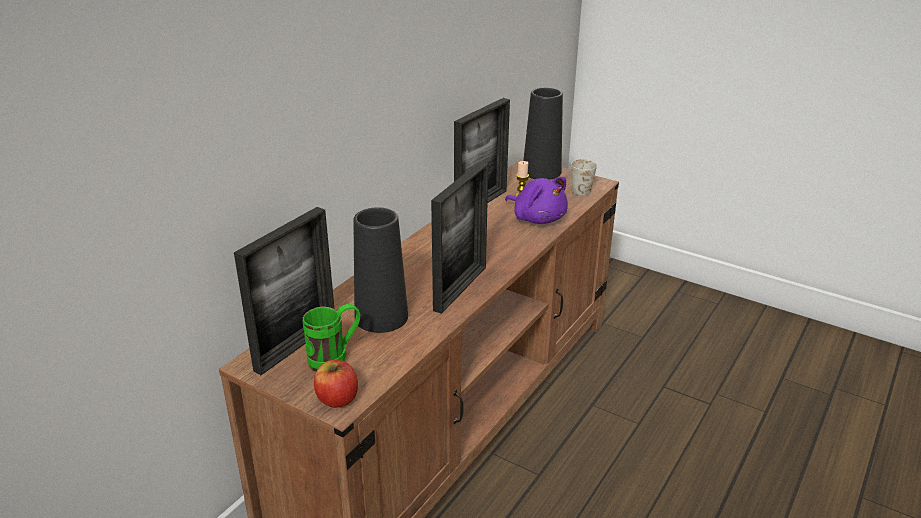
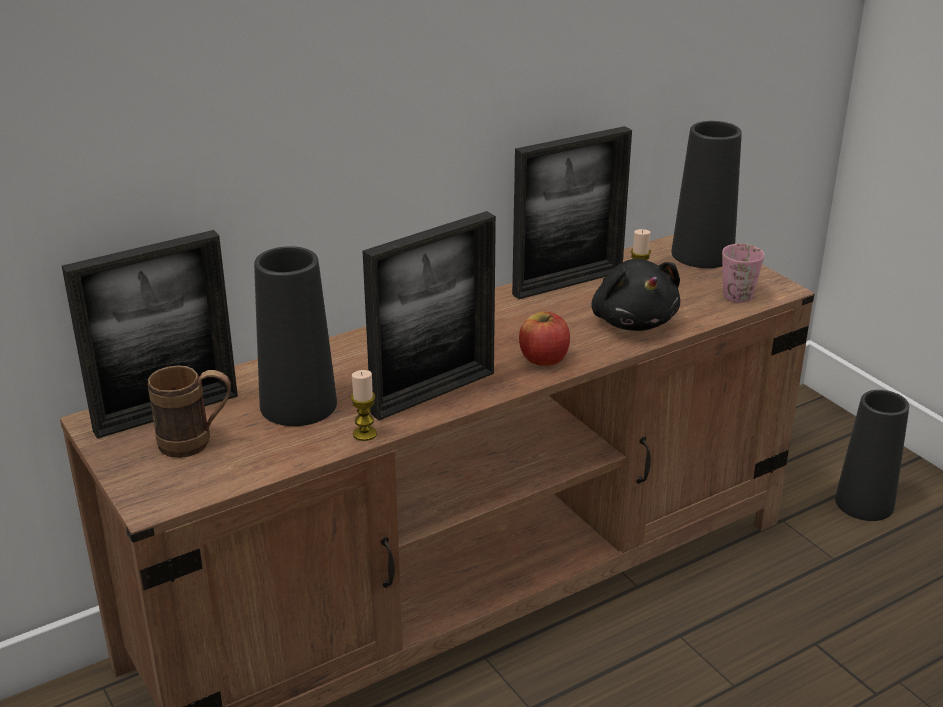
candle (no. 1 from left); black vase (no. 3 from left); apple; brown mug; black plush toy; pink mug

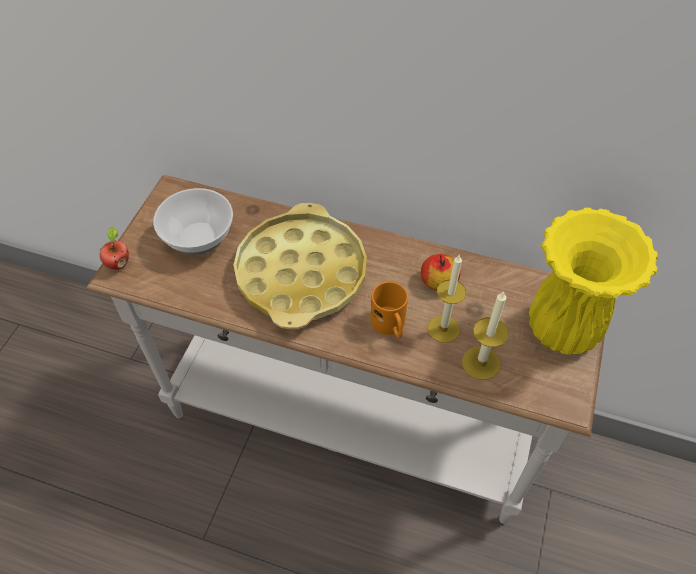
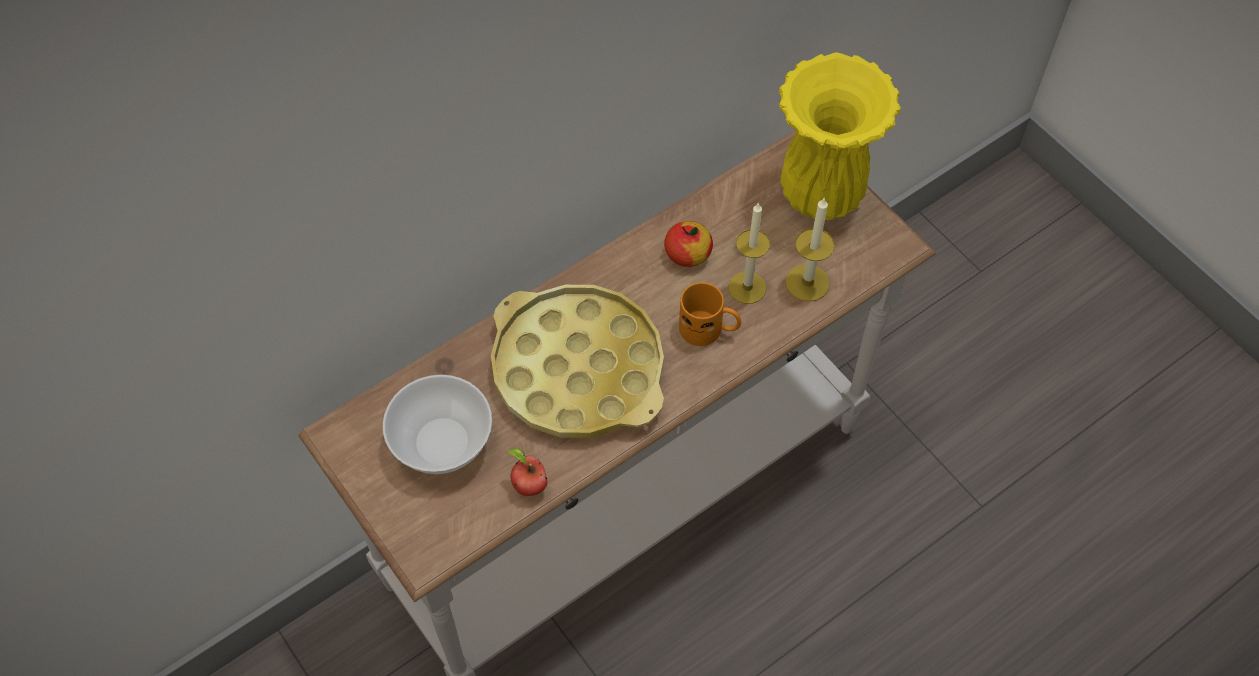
apple (no. 1 from left)

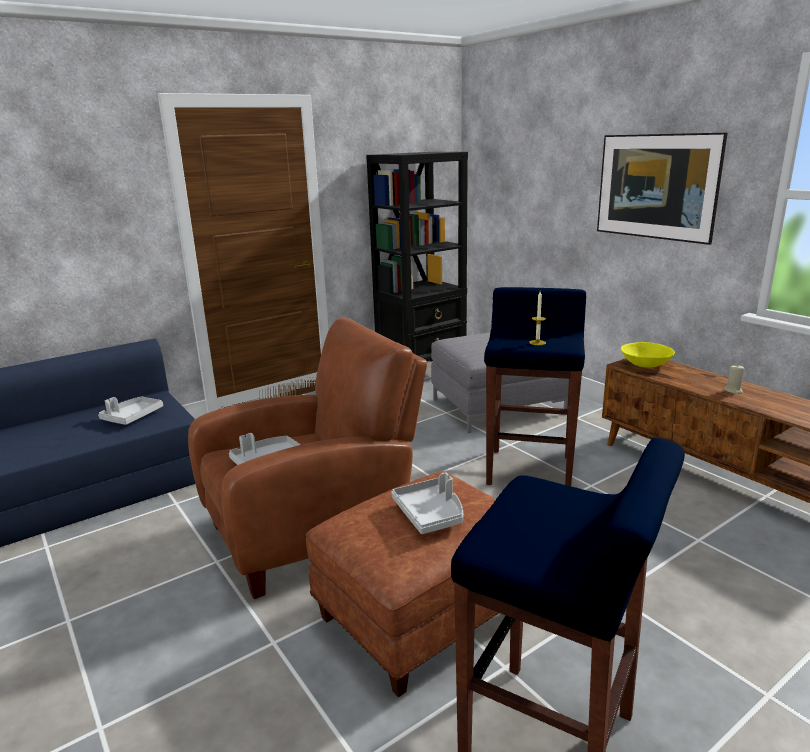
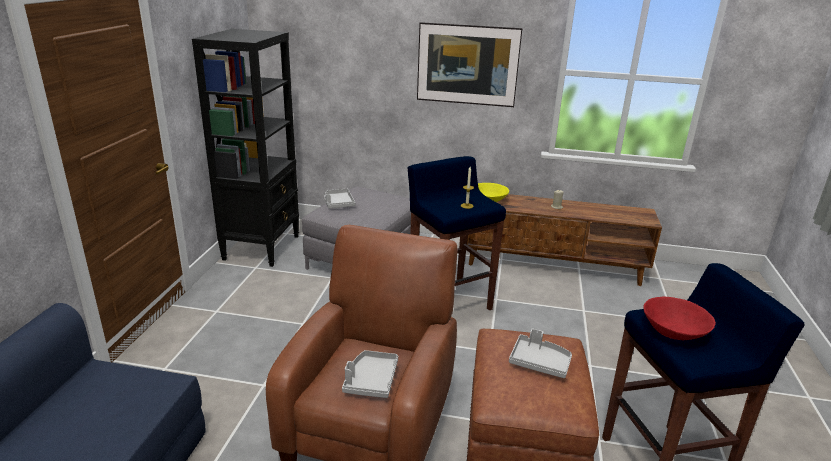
red bowl; grey tray (no. 1 from left)

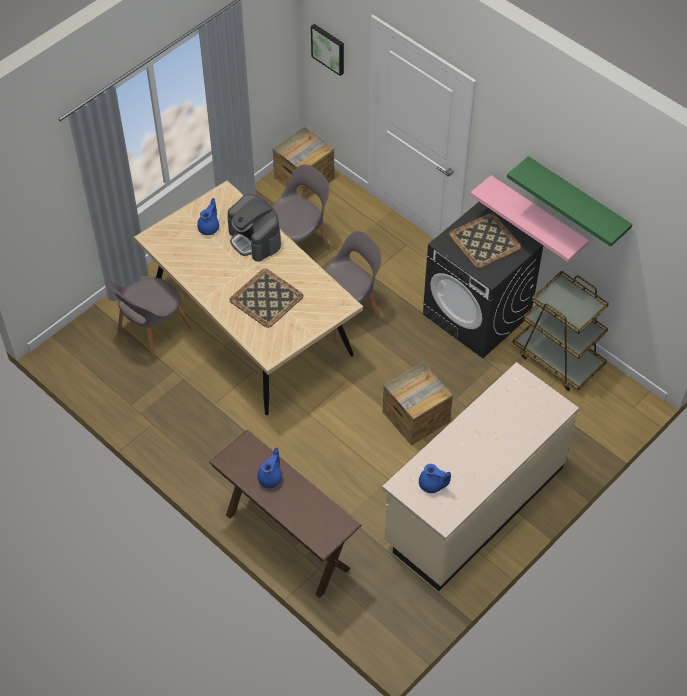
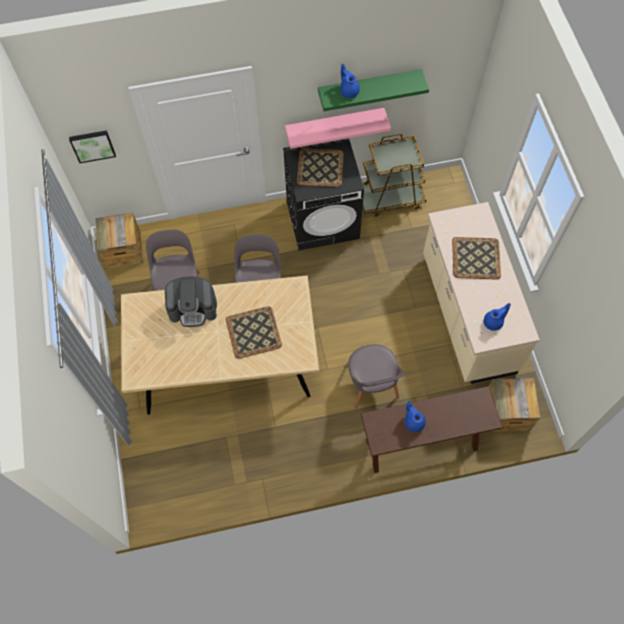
tray (no. 3 from left); grey chair (no. 3 from left); blue teapot (no. 1 from left); crate (no. 2 from left)

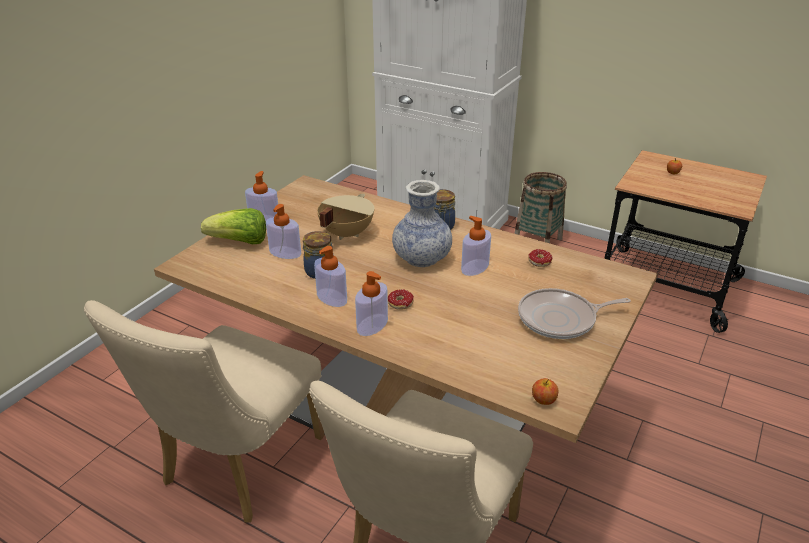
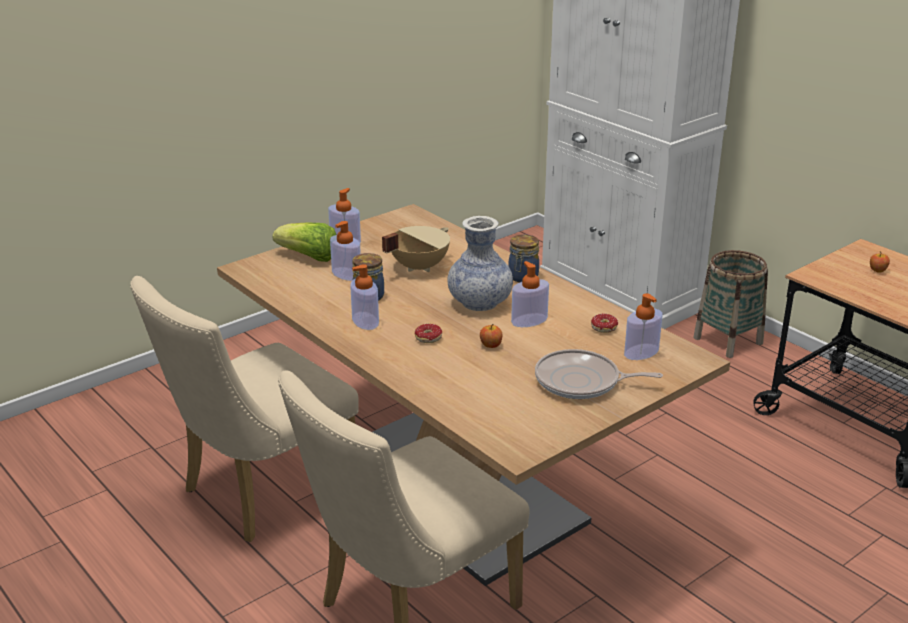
soap dispenser (no. 5 from left); apple (no. 1 from left)

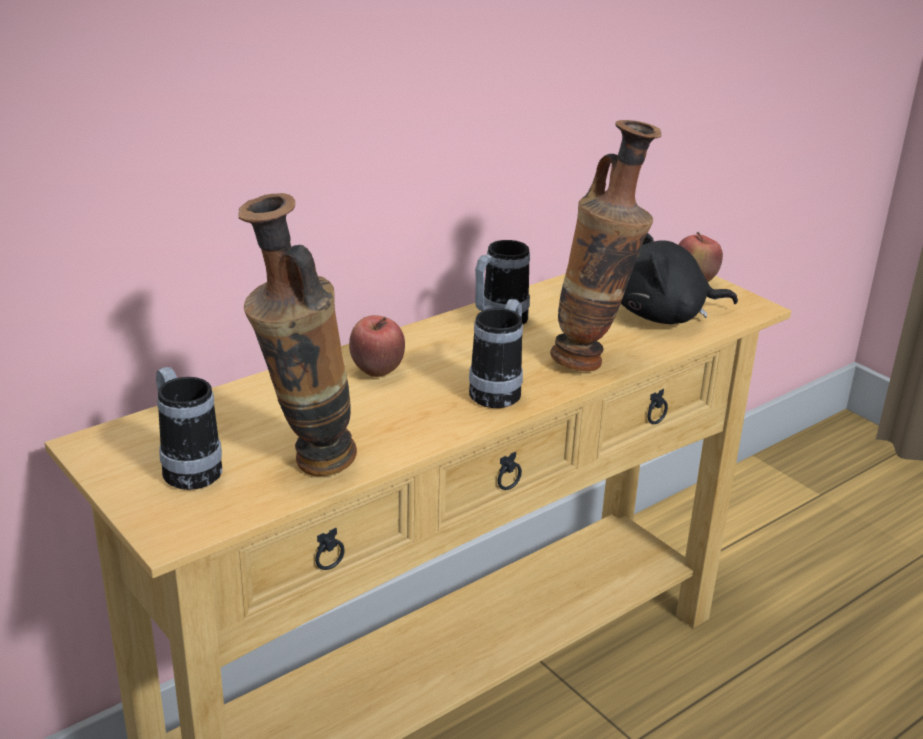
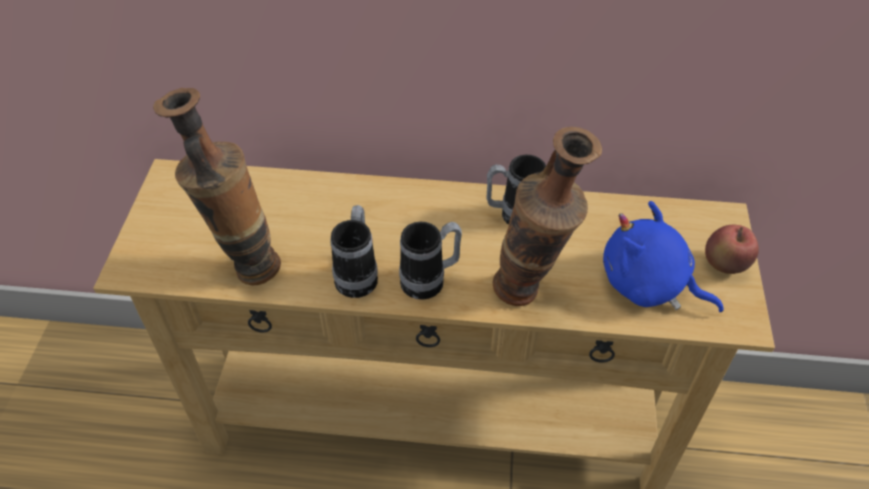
apple (no. 1 from left in the first image); mug (no. 1 from left); blue plush toy

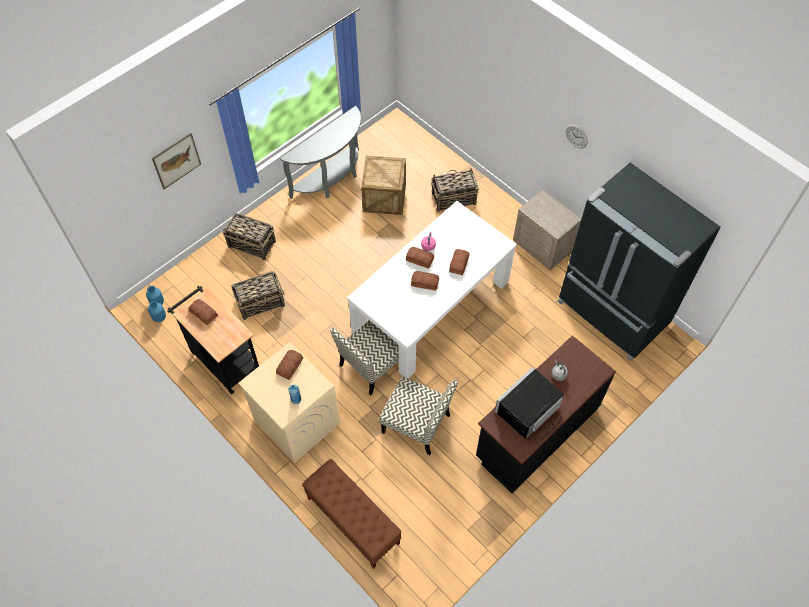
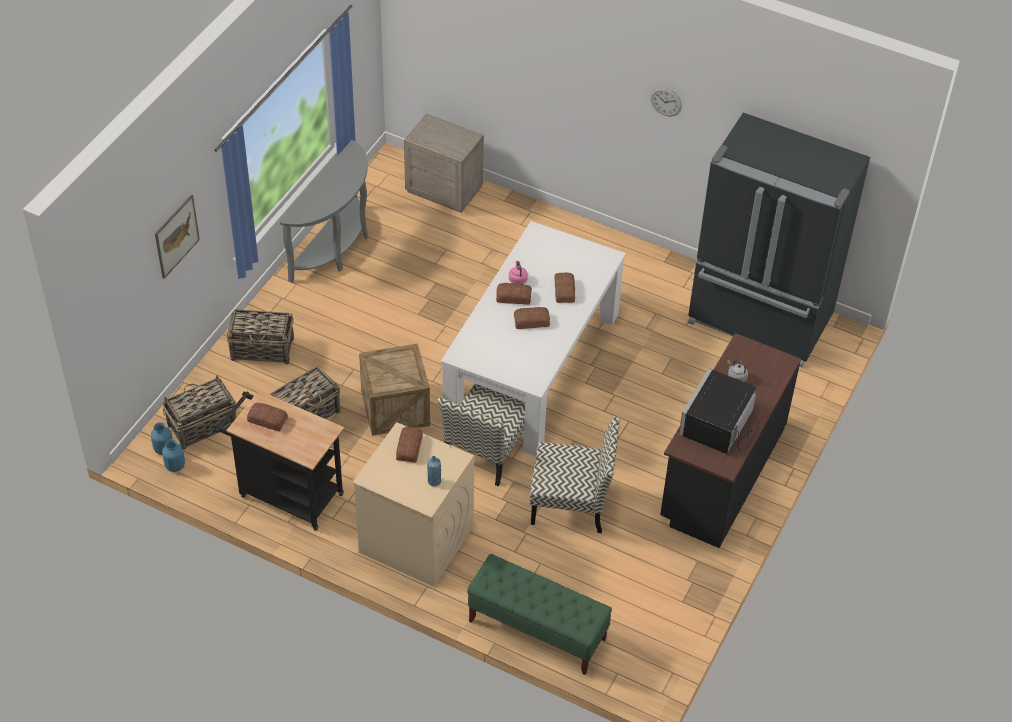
crate; basket (no. 1 from left); beige nightstand; green bench

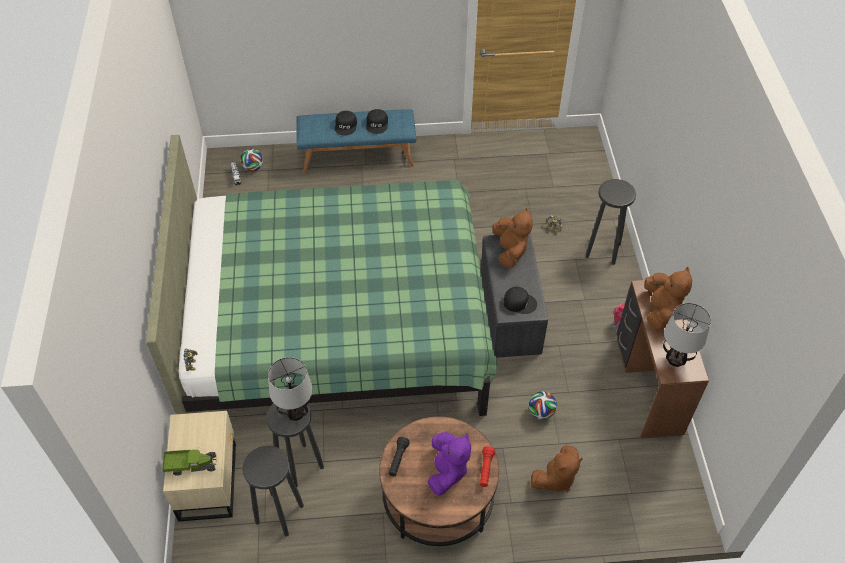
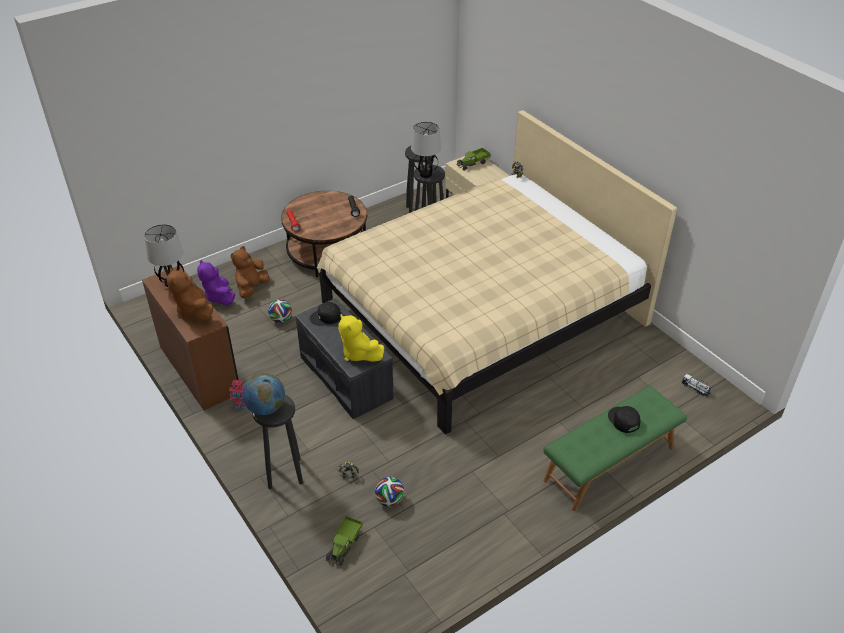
black cap (no. 2 from left in the first image); globe; toy truck (no. 1 from left); football (no. 2 from left); purple plush toy; beige bed; green bench; yellow plush toy

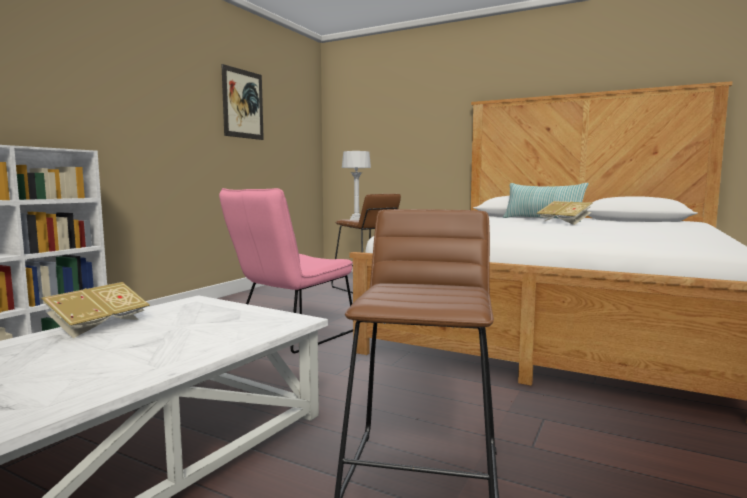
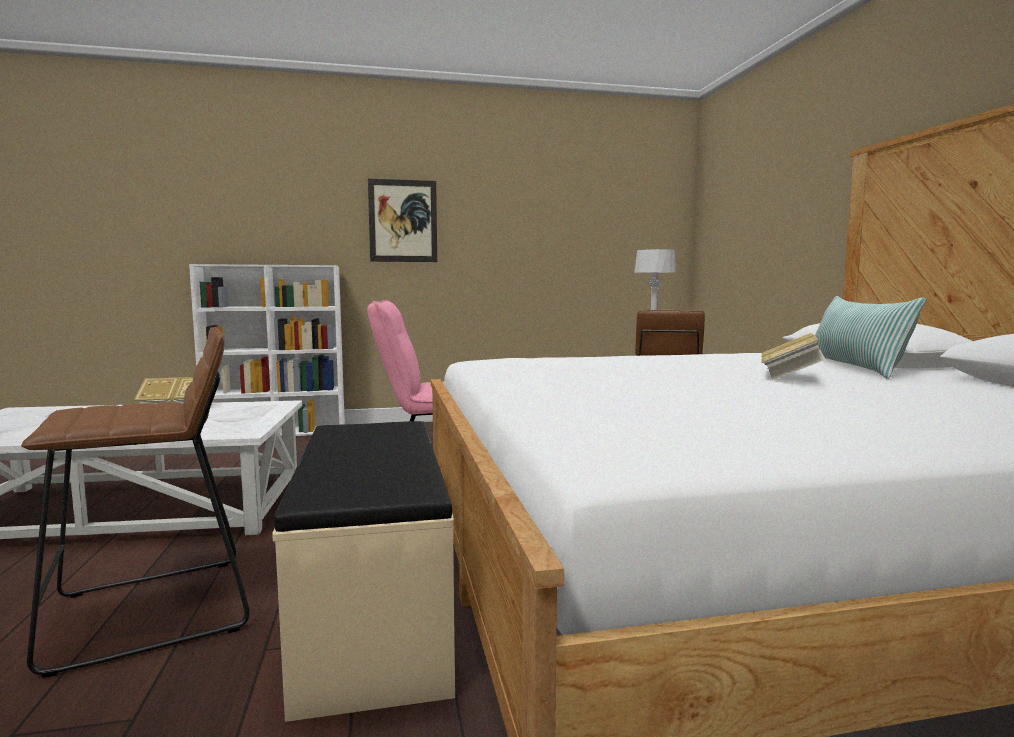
beige bench; picture

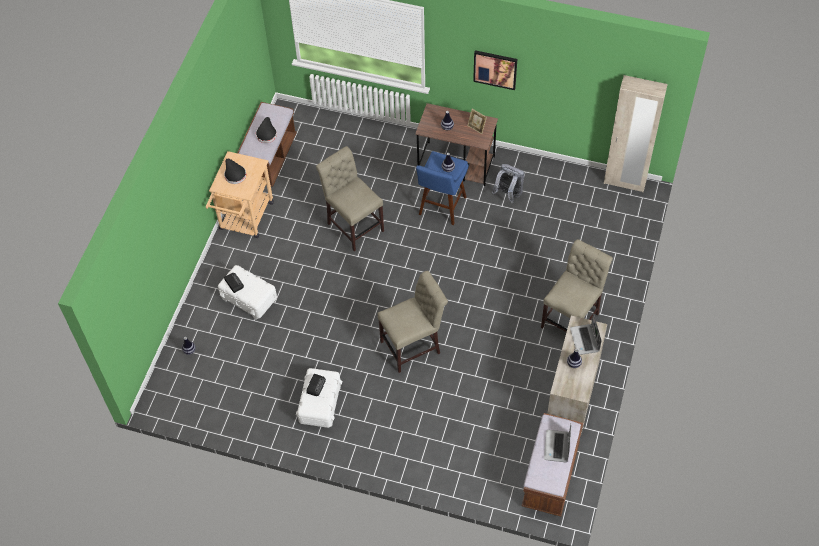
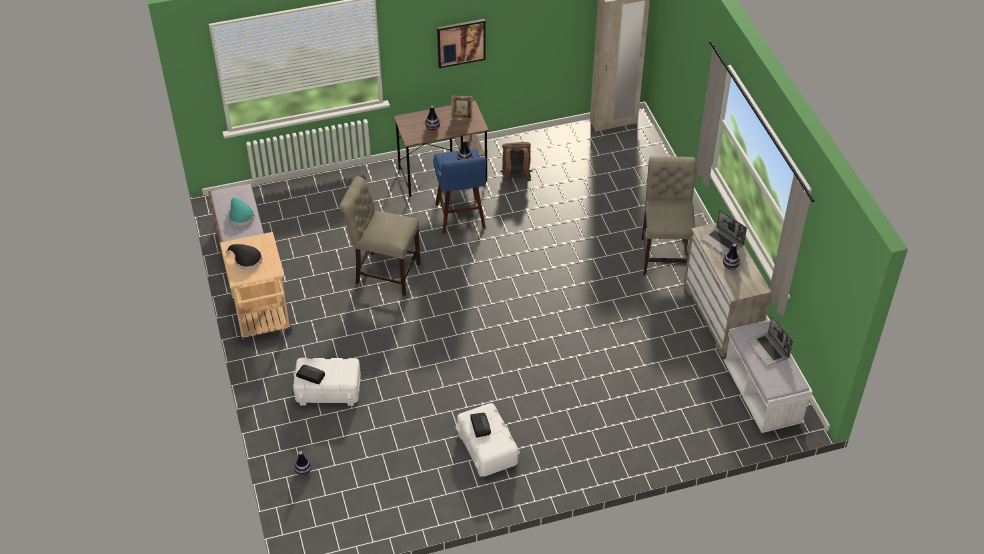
beige chair (no. 2 from left in the first image); turquoise hat; brown backpack; white bench

